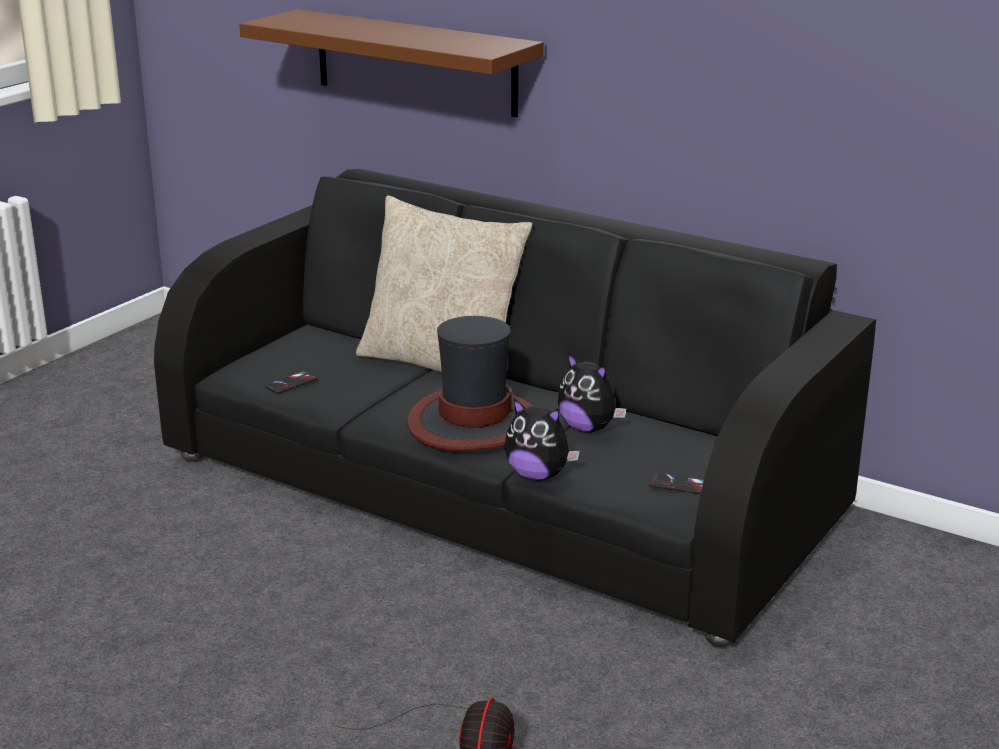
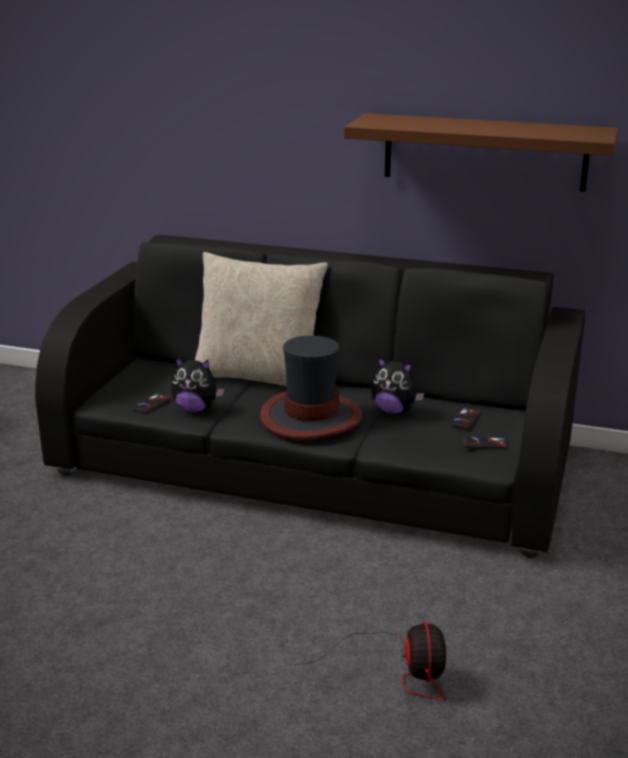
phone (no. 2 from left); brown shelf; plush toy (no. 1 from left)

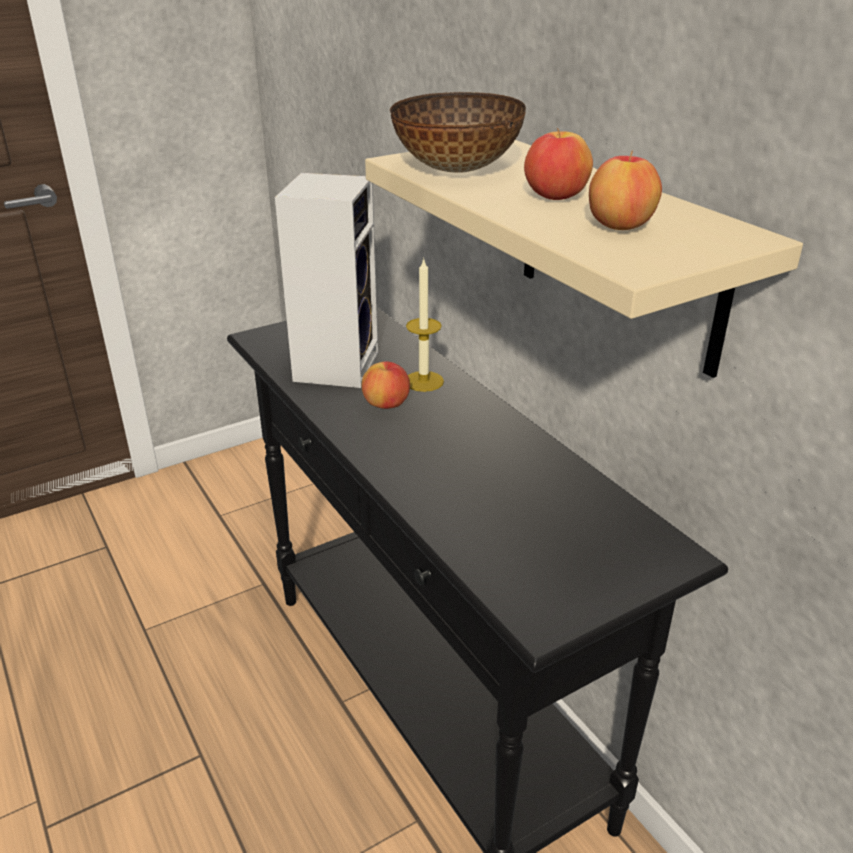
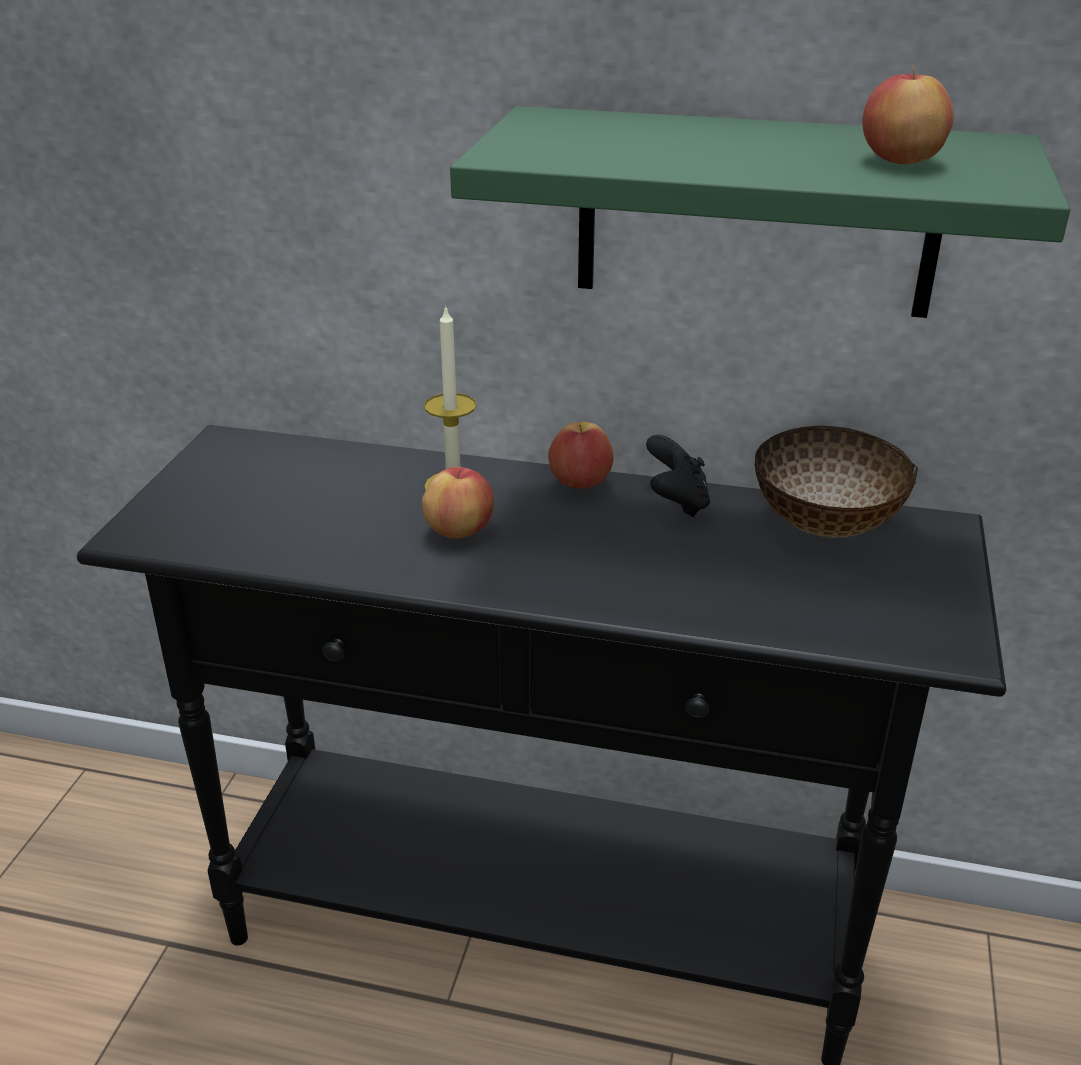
speaker; black game controller; bowl; apple (no. 2 from left); green shelf

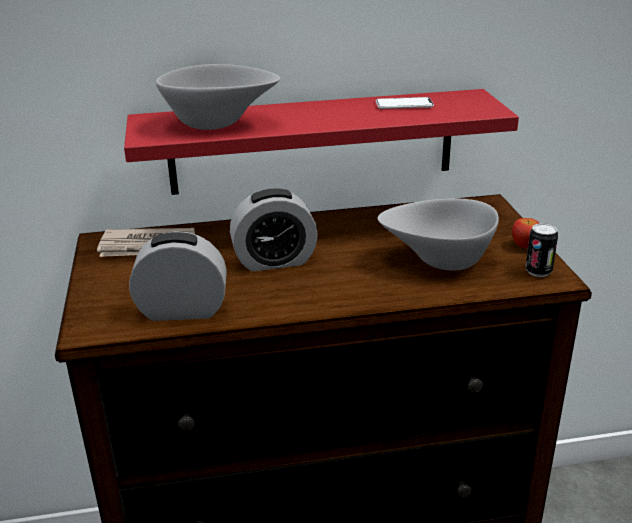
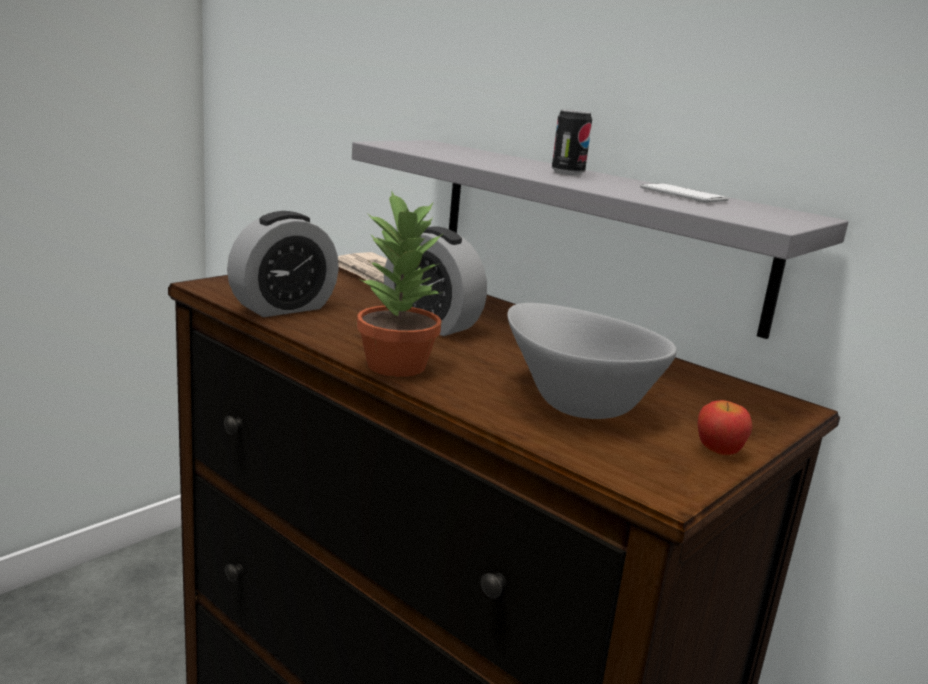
grey bowl (no. 1 from left in the first image); potted plant; can; grey shelf; alarm clock (no. 1 from left)

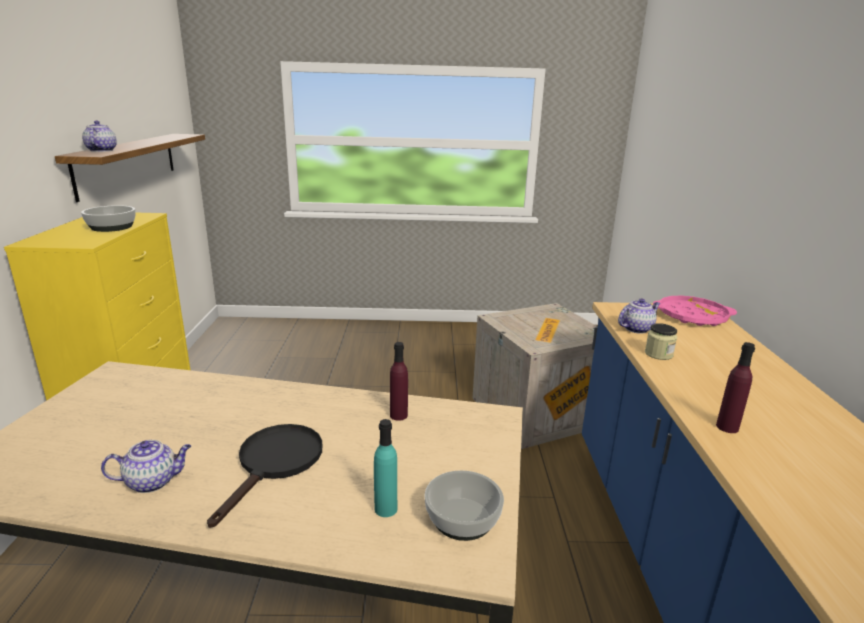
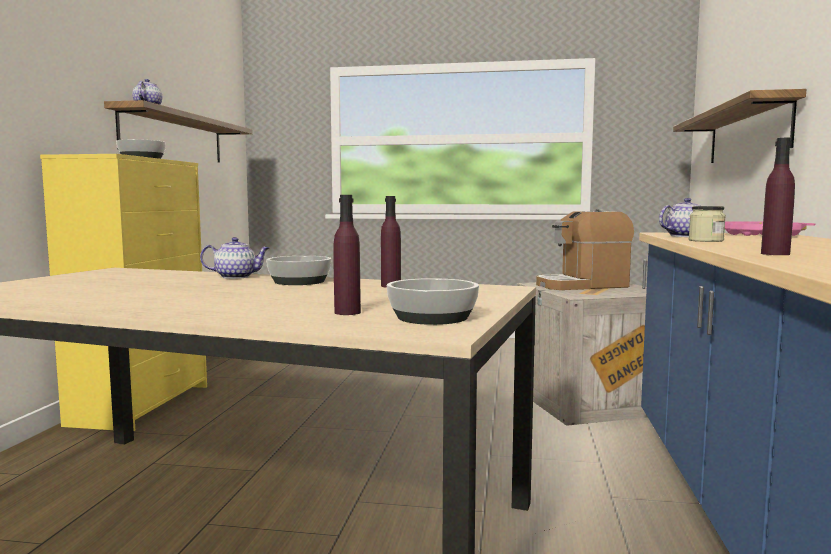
black frying pan; bowl (no. 2 from left); coffee machine; shelf (no. 2 from left); teapot (no. 2 from left); purple bottle (no. 1 from left)

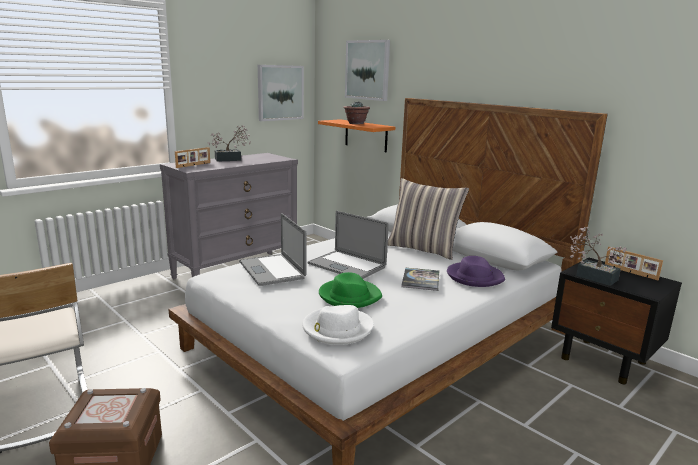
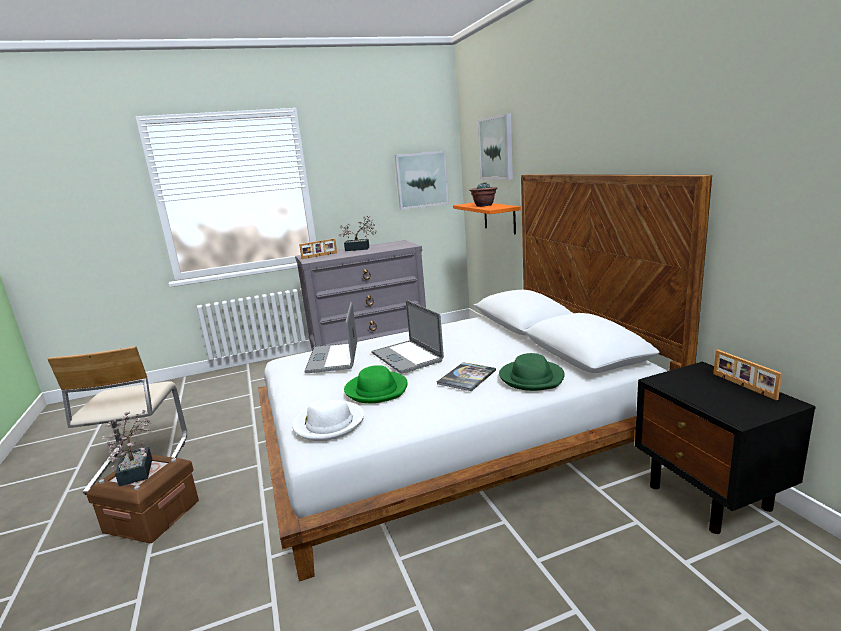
pillow; potted plant (no. 1 from left); green hat (no. 2 from left)

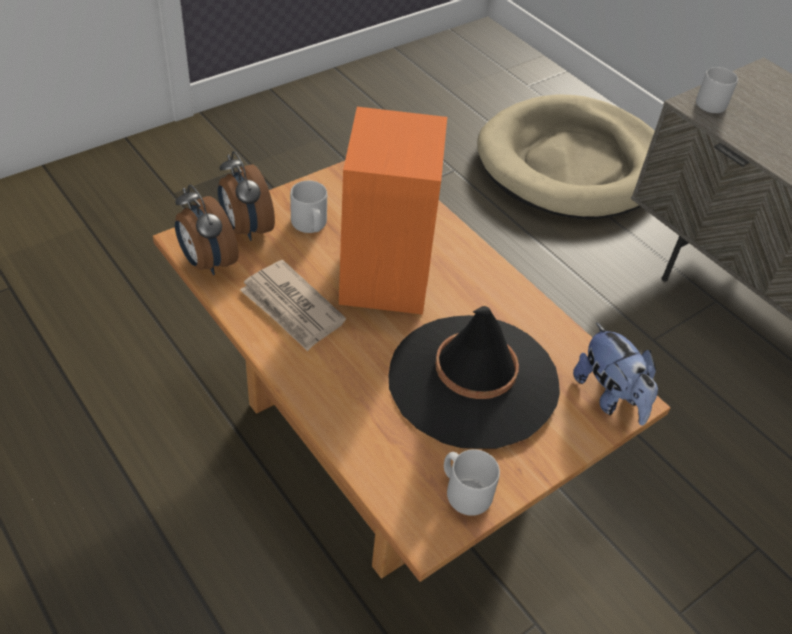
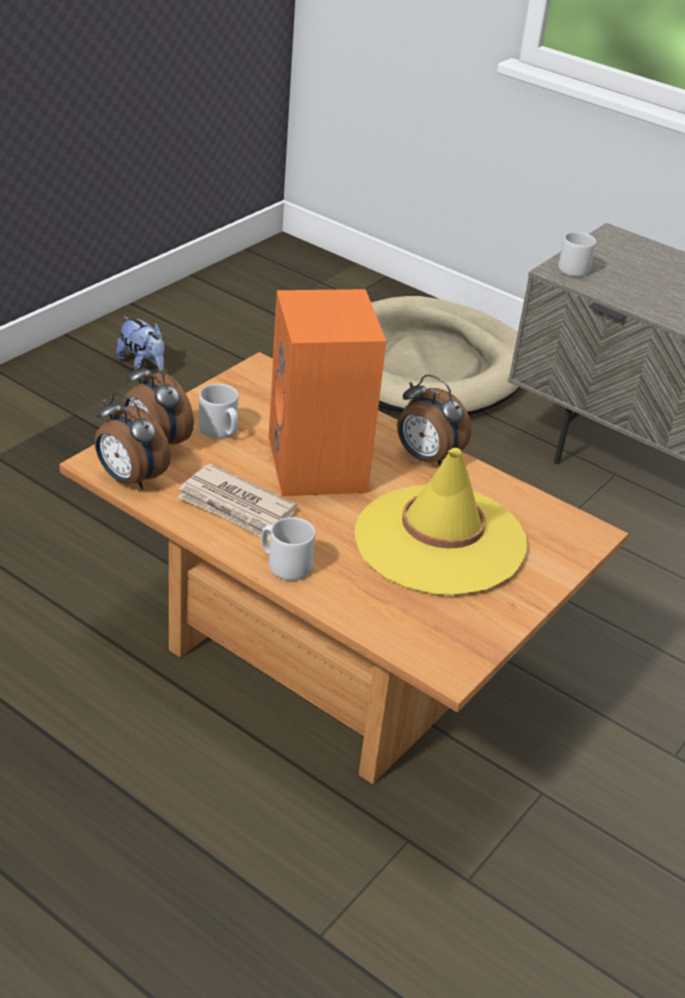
alarm clock (no. 3 from left); grey mug (no. 2 from left); plush toy; yellow hat

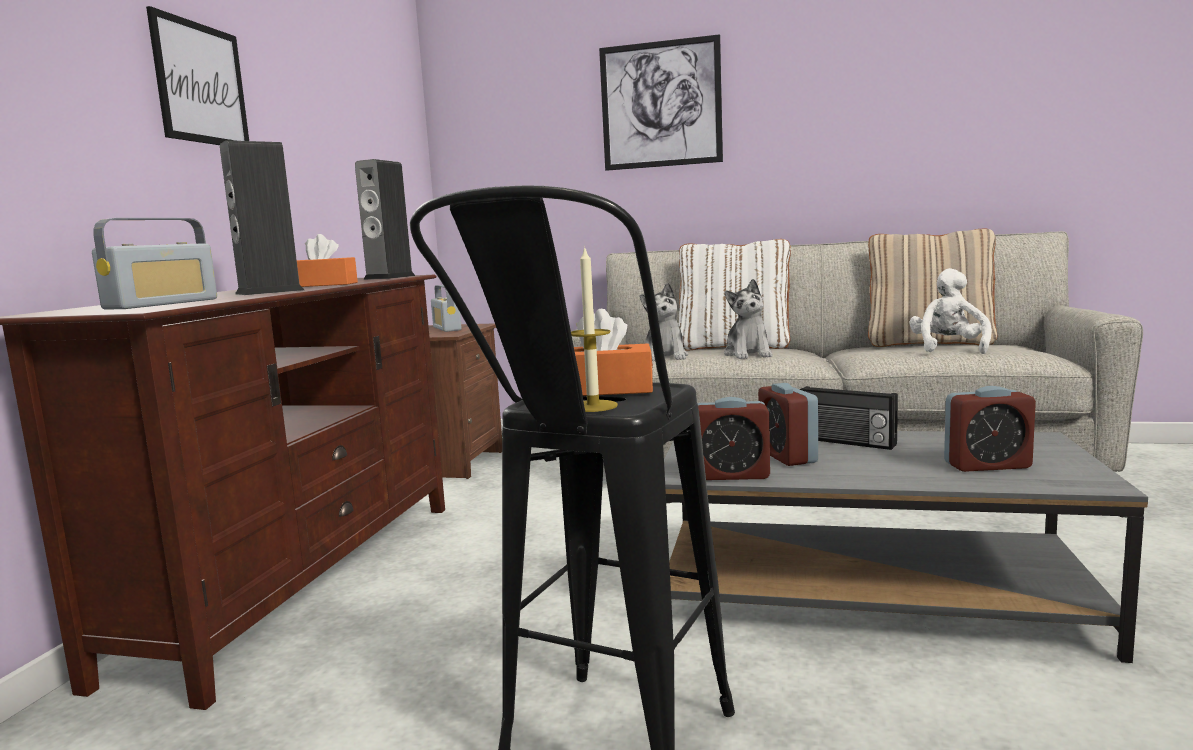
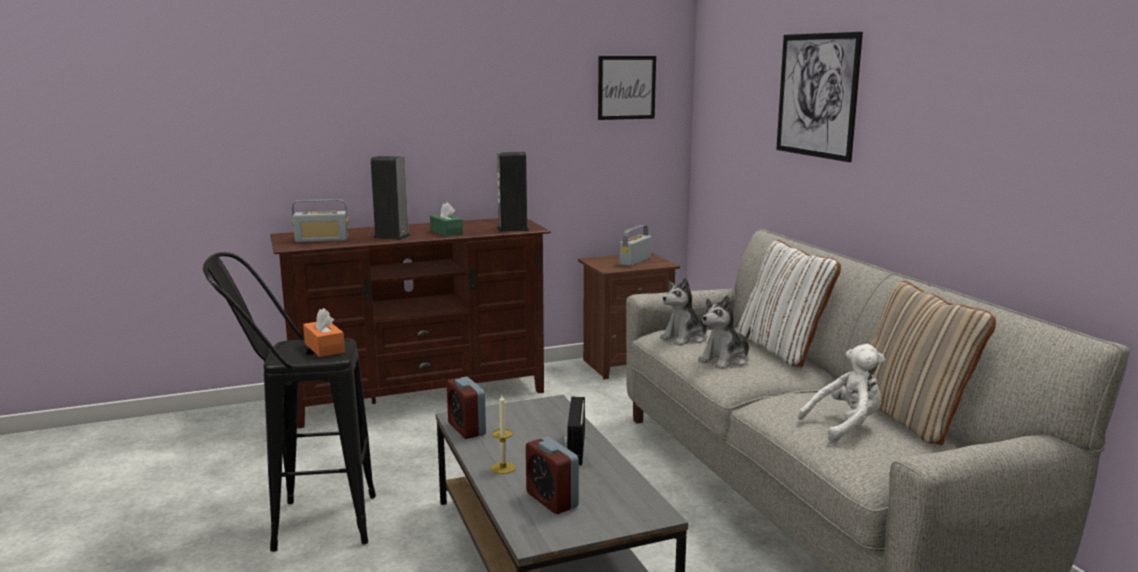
alarm clock (no. 2 from left in the first image); picture (no. 1 from left); candle; green tissue box

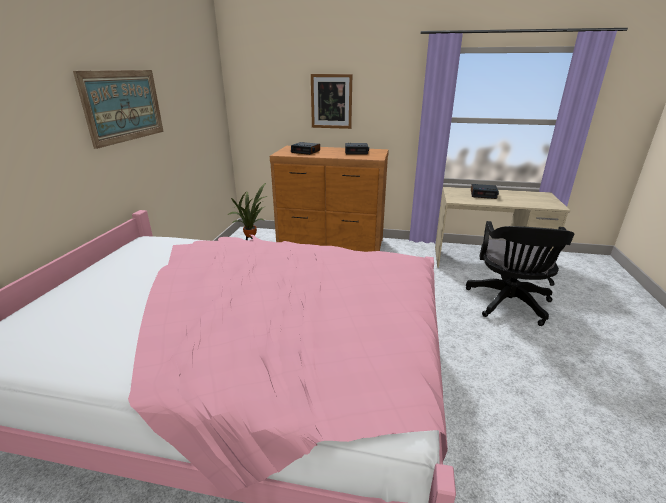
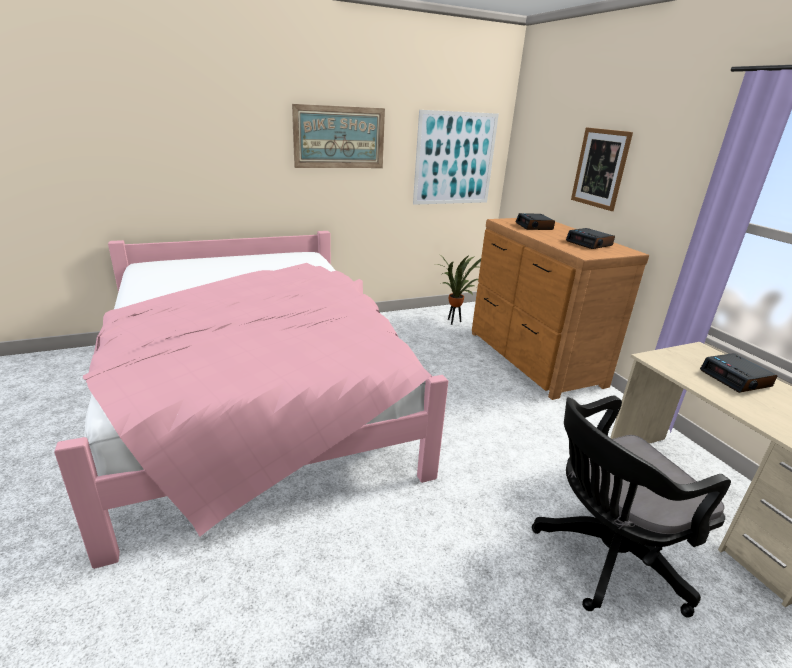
picture (no. 2 from left)

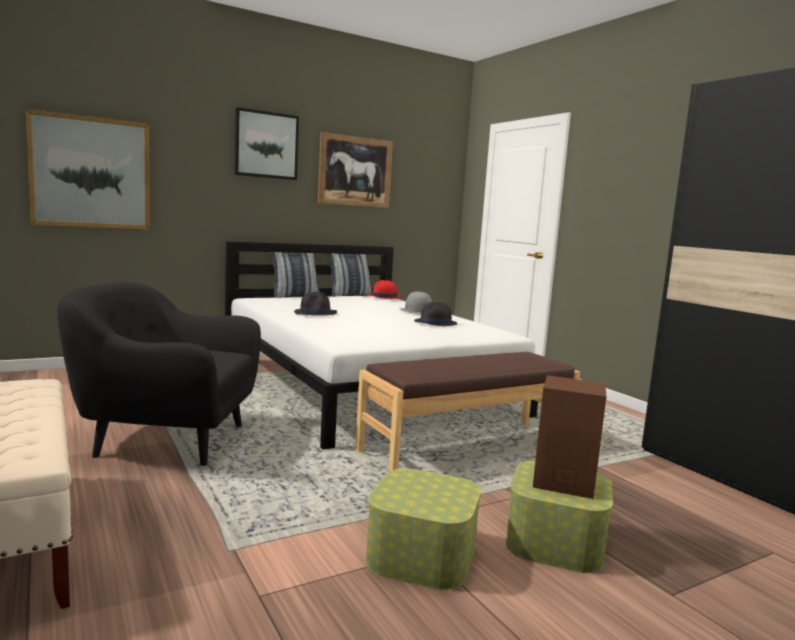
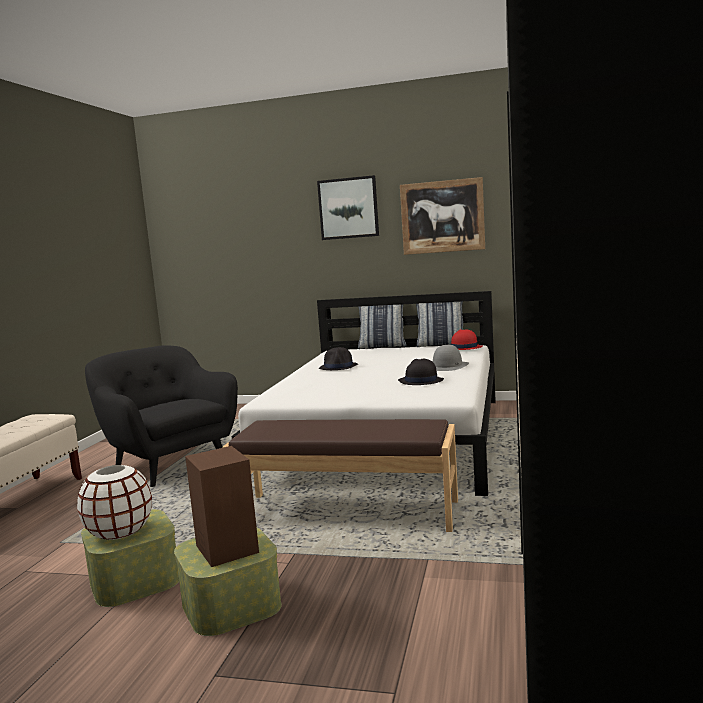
picture (no. 1 from left in the first image); white vase

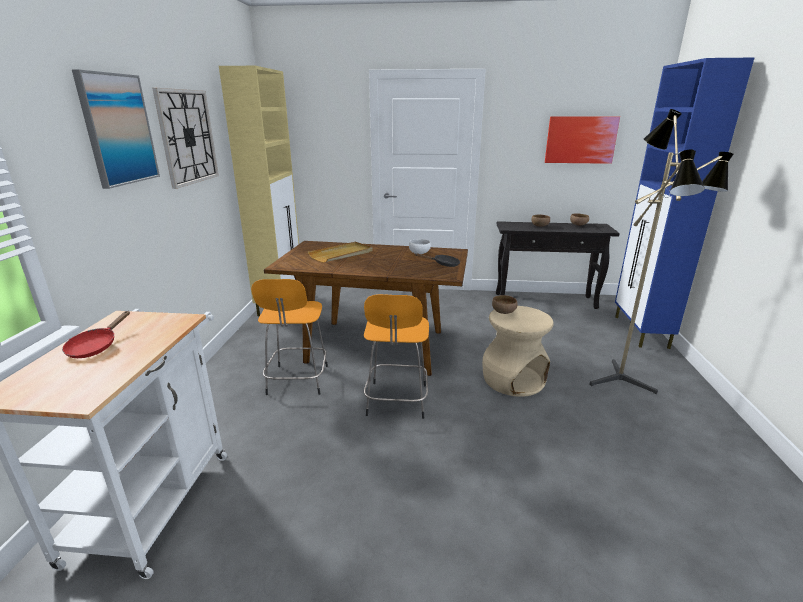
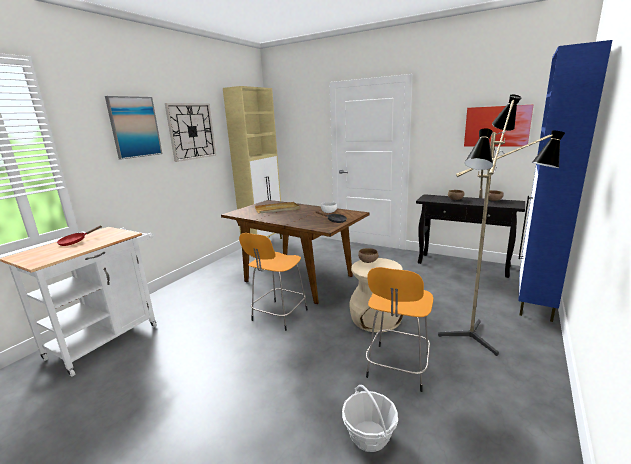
basket; orange stool (no. 2 from left)

